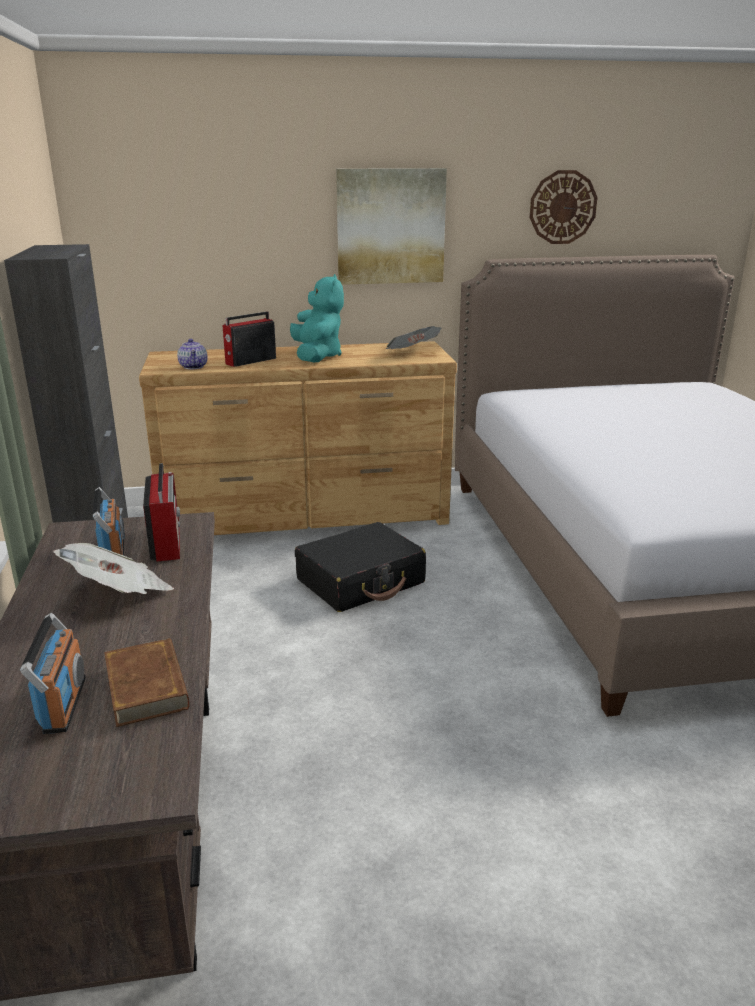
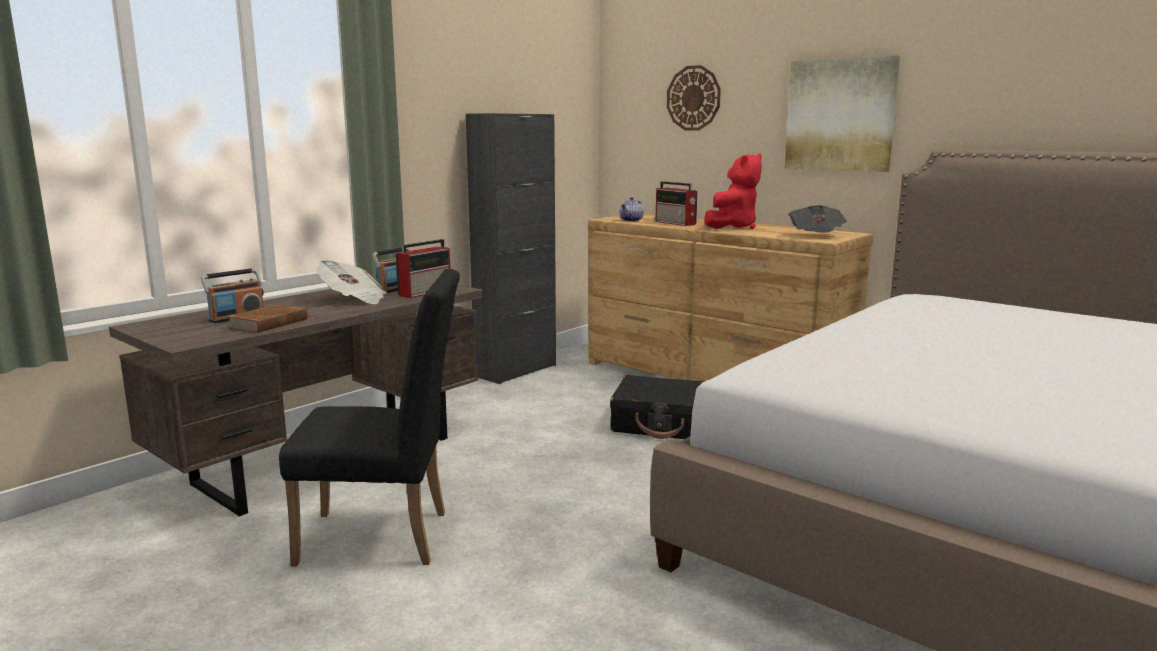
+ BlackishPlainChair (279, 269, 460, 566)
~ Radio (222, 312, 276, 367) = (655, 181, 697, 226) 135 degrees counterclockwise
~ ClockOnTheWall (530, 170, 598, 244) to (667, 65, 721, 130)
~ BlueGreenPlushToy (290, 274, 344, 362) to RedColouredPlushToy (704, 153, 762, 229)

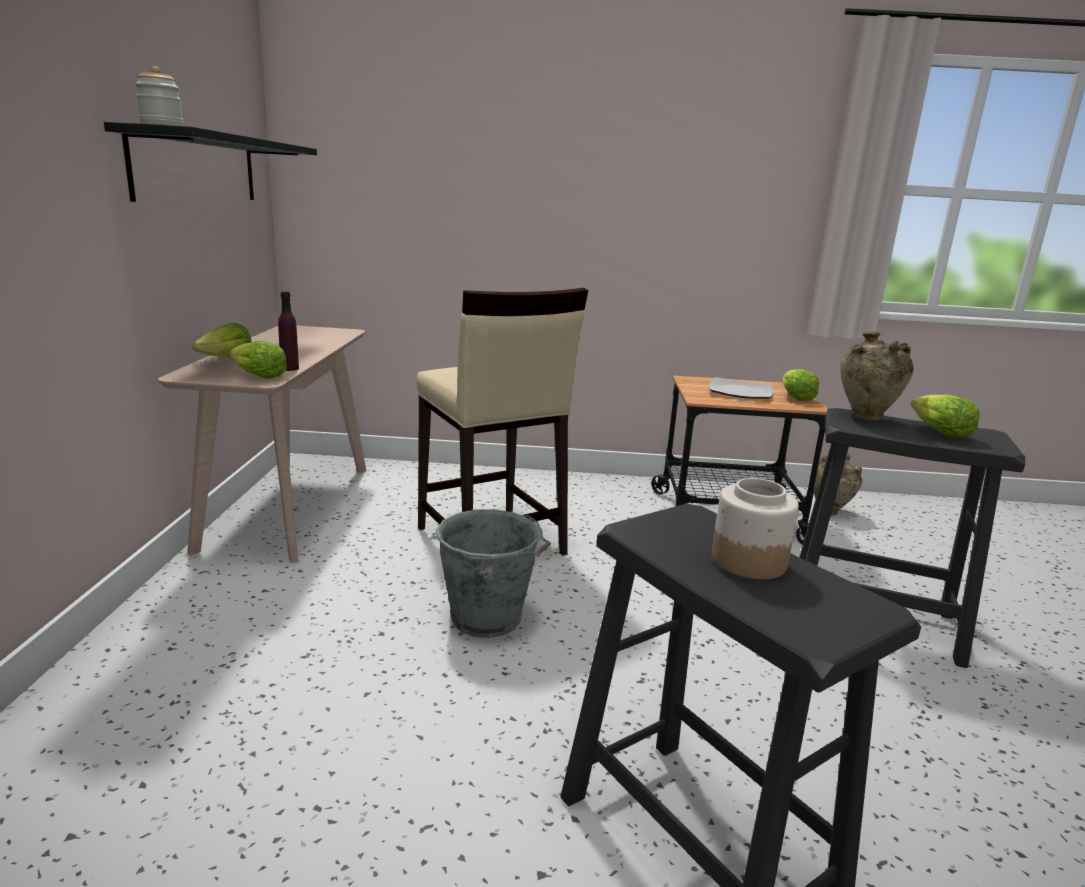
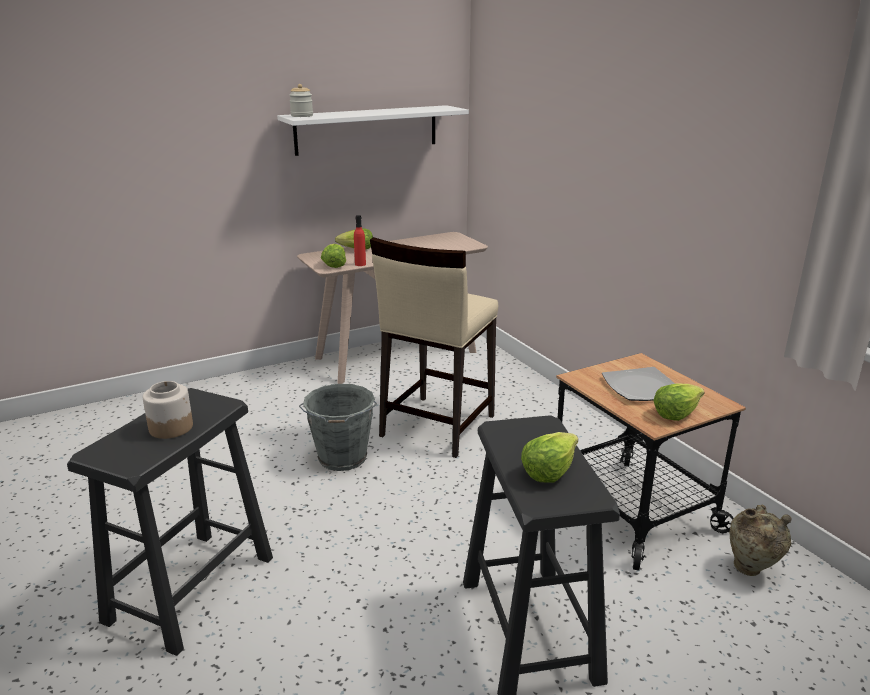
~ BlackishBracketShelf (104, 122, 317, 202) to WhiteColouredBracketShelf (277, 105, 469, 156)
~ PurpleColouredDrinkBottle (278, 291, 299, 371) to RedColouredDrinkBottle (354, 215, 366, 266)
- BeigeDecorativeVase (840, 332, 914, 421)

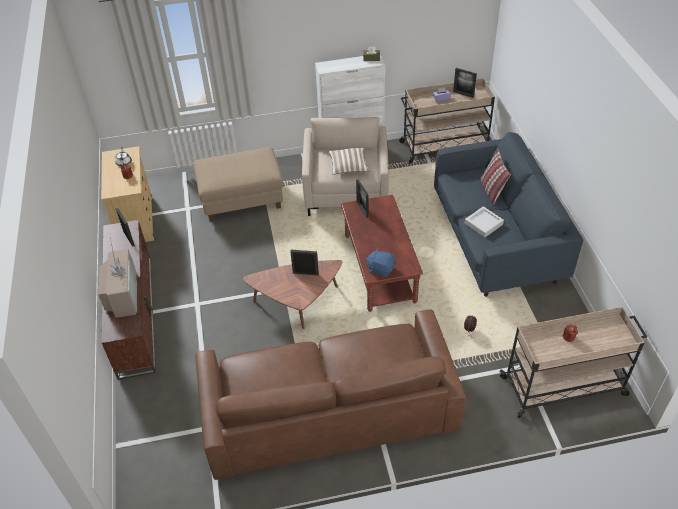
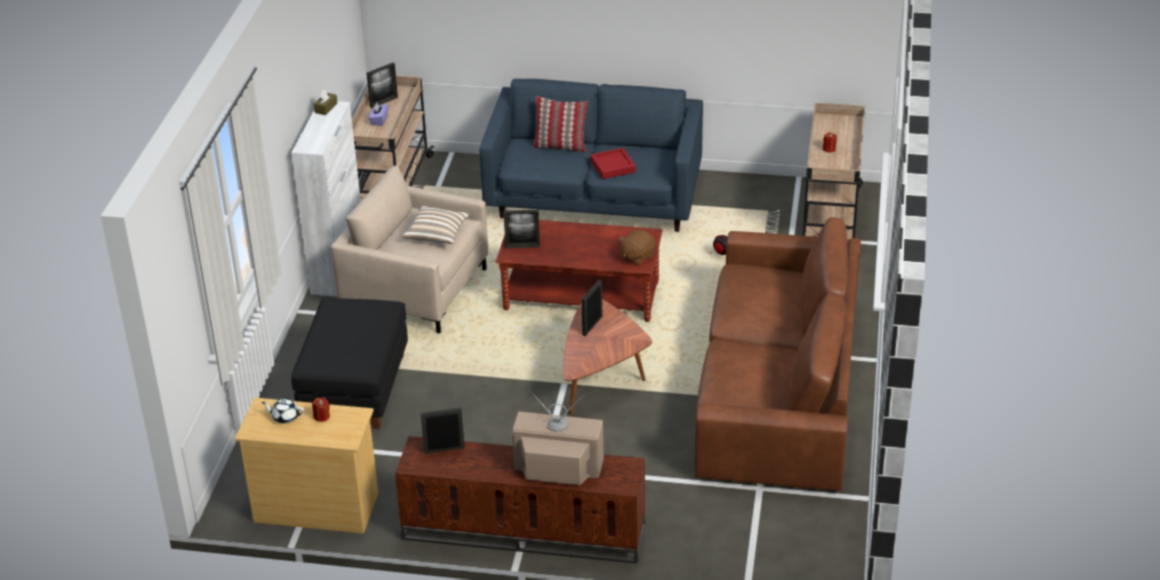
~ BeigeFootrest (194, 147, 283, 222) to BlackishFootrest (291, 298, 408, 429)
~ GreyishServingTray (465, 206, 504, 237) to RedColouredServingTray (590, 148, 636, 179)
~ BluePlushToy (366, 248, 395, 277) to BrownPlushToy (619, 230, 656, 265)

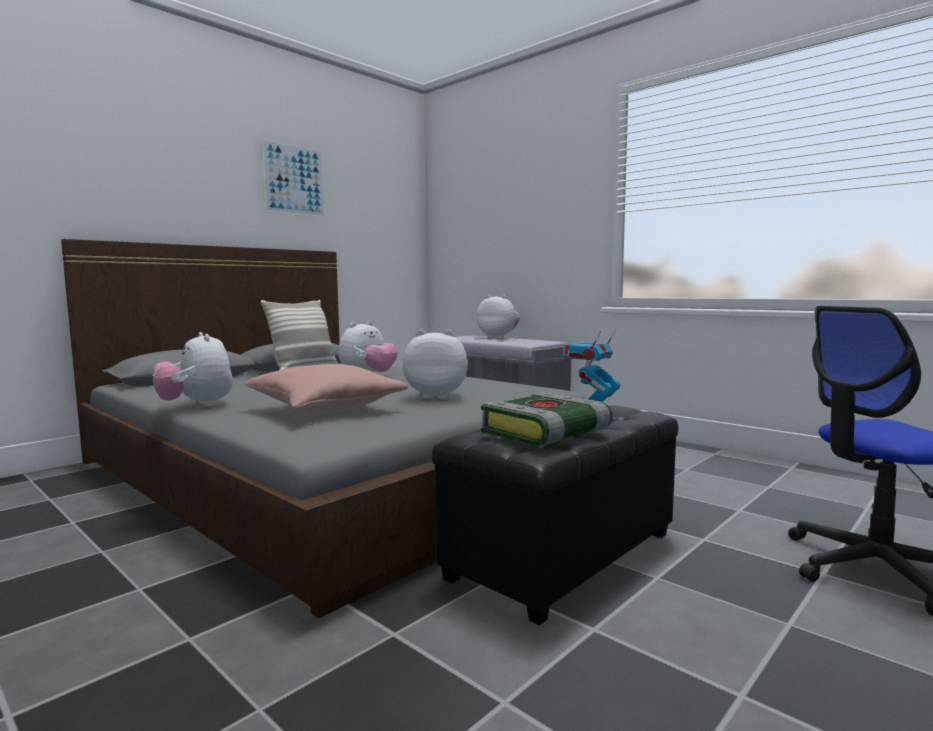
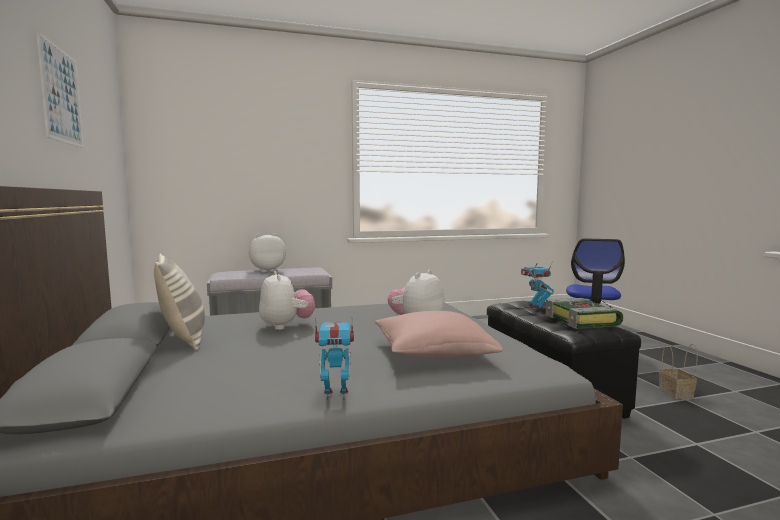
~ PlushToy (153, 332, 233, 407) to RobotFigure (315, 317, 354, 401)
+ StorageBasket (659, 344, 698, 399)

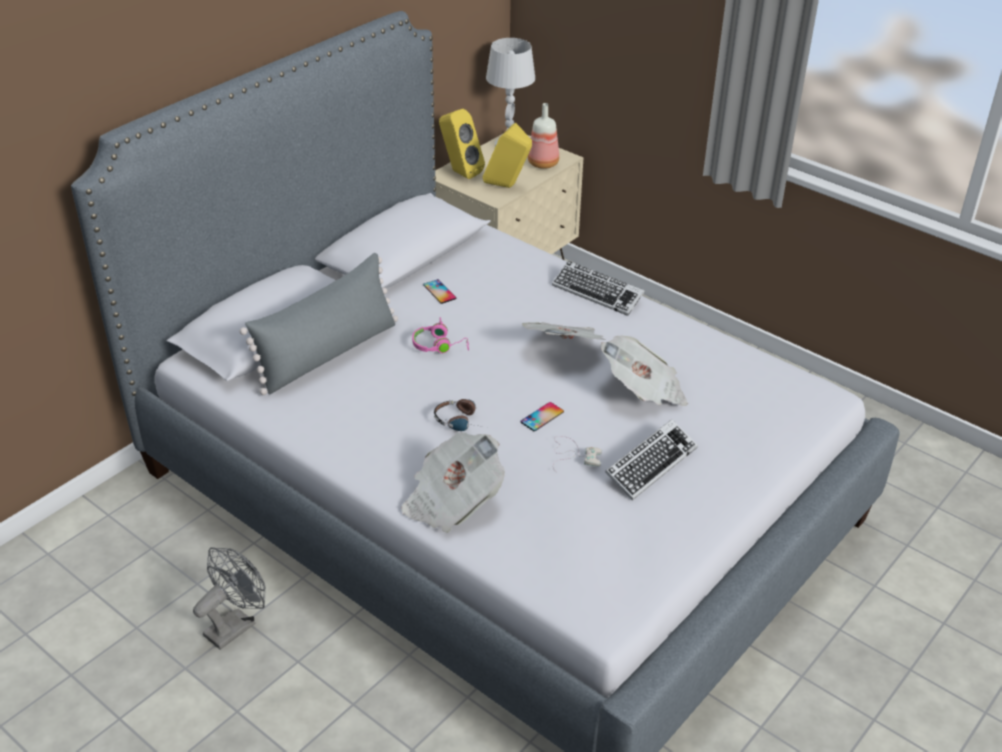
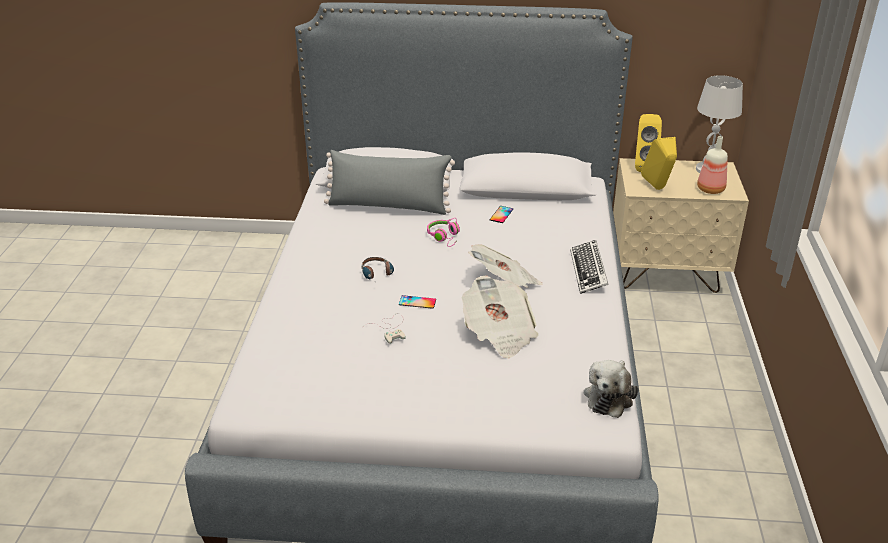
+ PlushToy (584, 360, 639, 418)
- GreyishCoolingFan (193, 547, 265, 650)
- Newspaper (402, 432, 505, 533)
- ComputerKeyboard (605, 419, 698, 500)

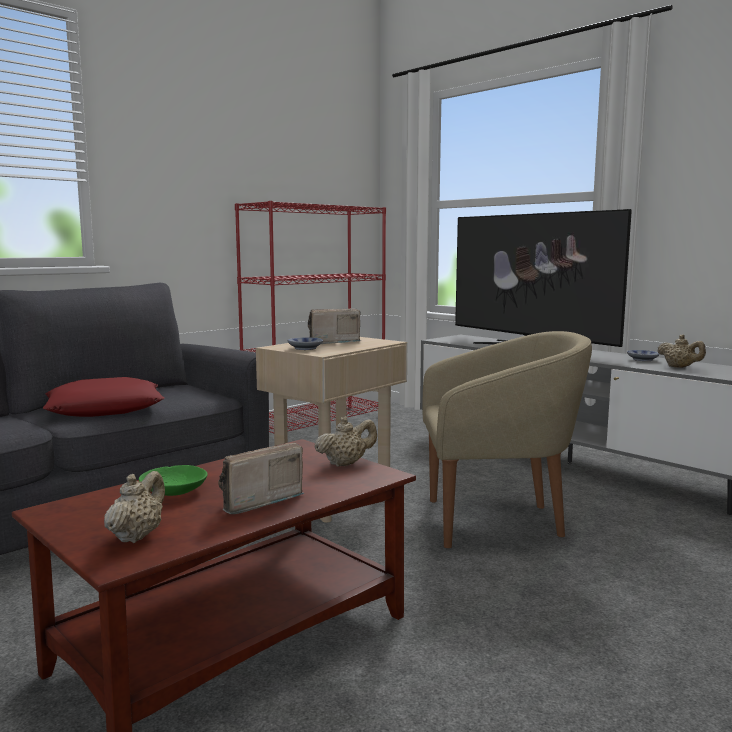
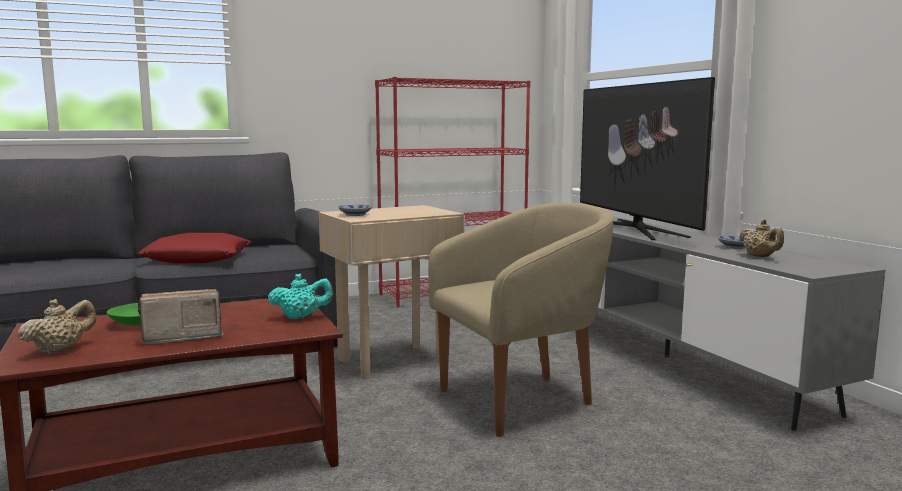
~ BeigeTeaPot (314, 416, 377, 467) to BlueGreenTeaPot (268, 274, 333, 319)
~ BeigeLoungeChair (422, 331, 592, 548) = (428, 203, 614, 437) 45 degrees counterclockwise
- Radio (308, 308, 361, 344)

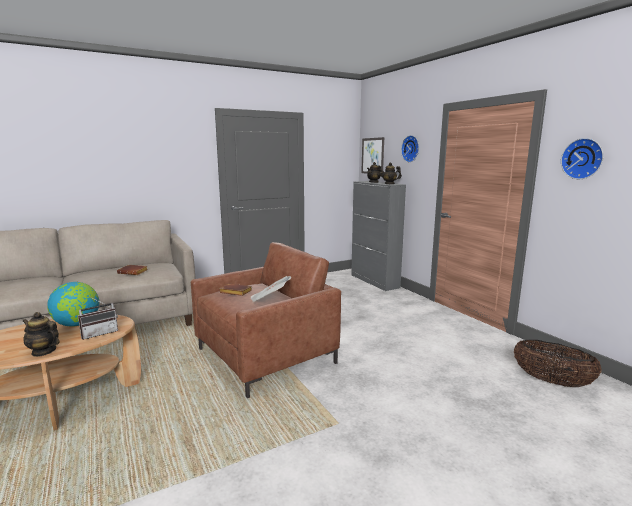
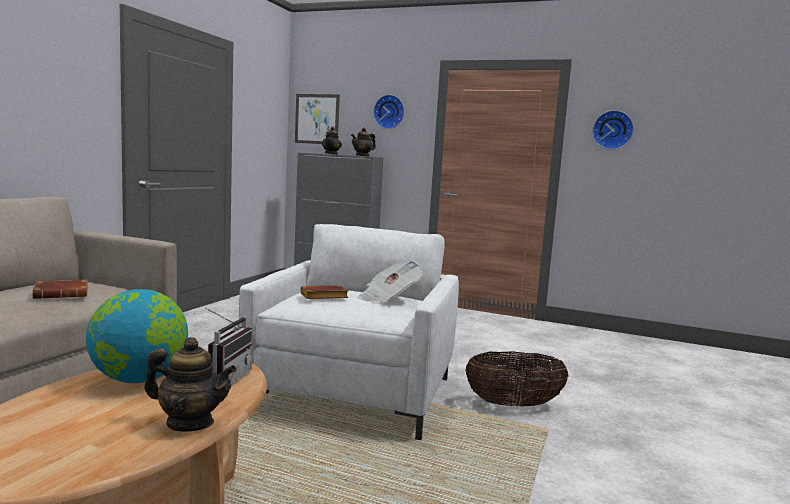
~ TeaPot (22, 312, 60, 357) = (144, 337, 237, 432) 150 degrees counterclockwise
~ BrownLoungeChair (191, 242, 341, 398) to WhiteColouredLoungeChair (238, 224, 459, 440)
~ StorageBasket (514, 340, 602, 387) to (465, 351, 569, 407)

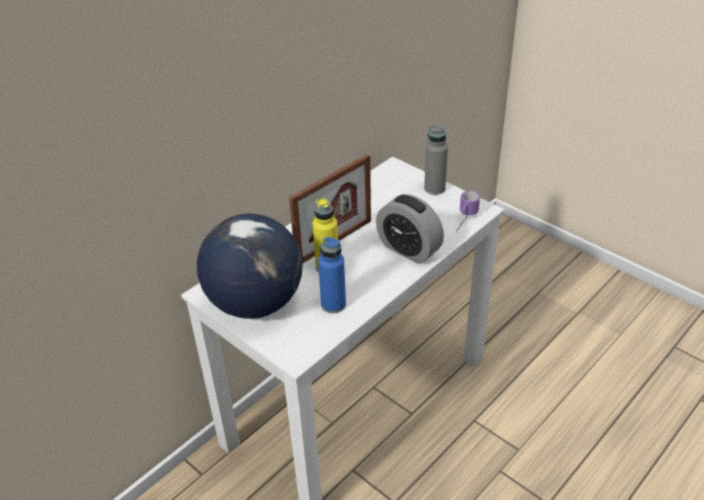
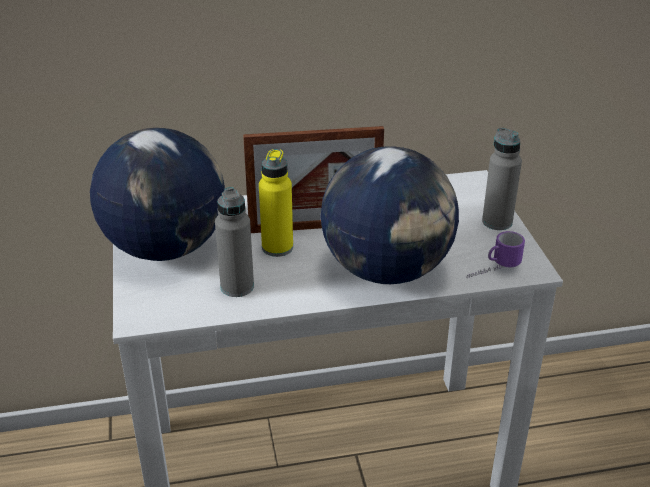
~ BlueDrinkBottle (318, 237, 346, 313) to GreyishDrinkBottle (215, 187, 254, 297)
~ TableClock (376, 194, 444, 264) to WorldGlobe (321, 146, 459, 284)

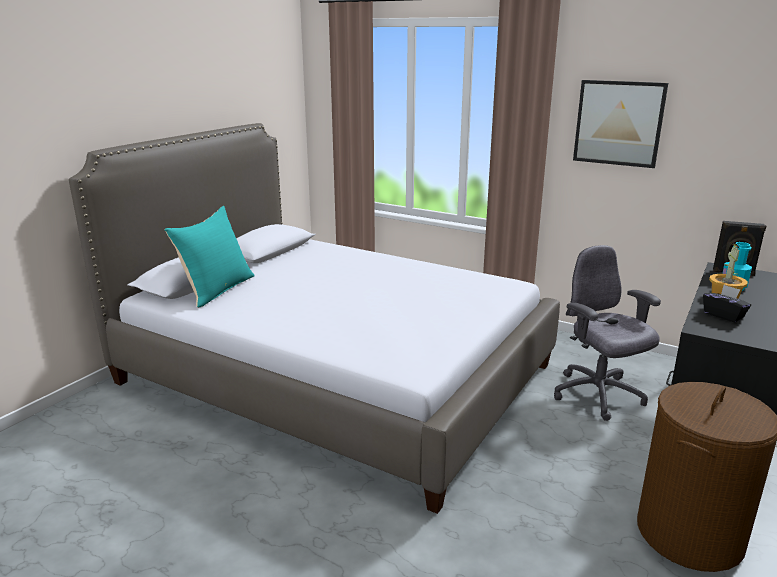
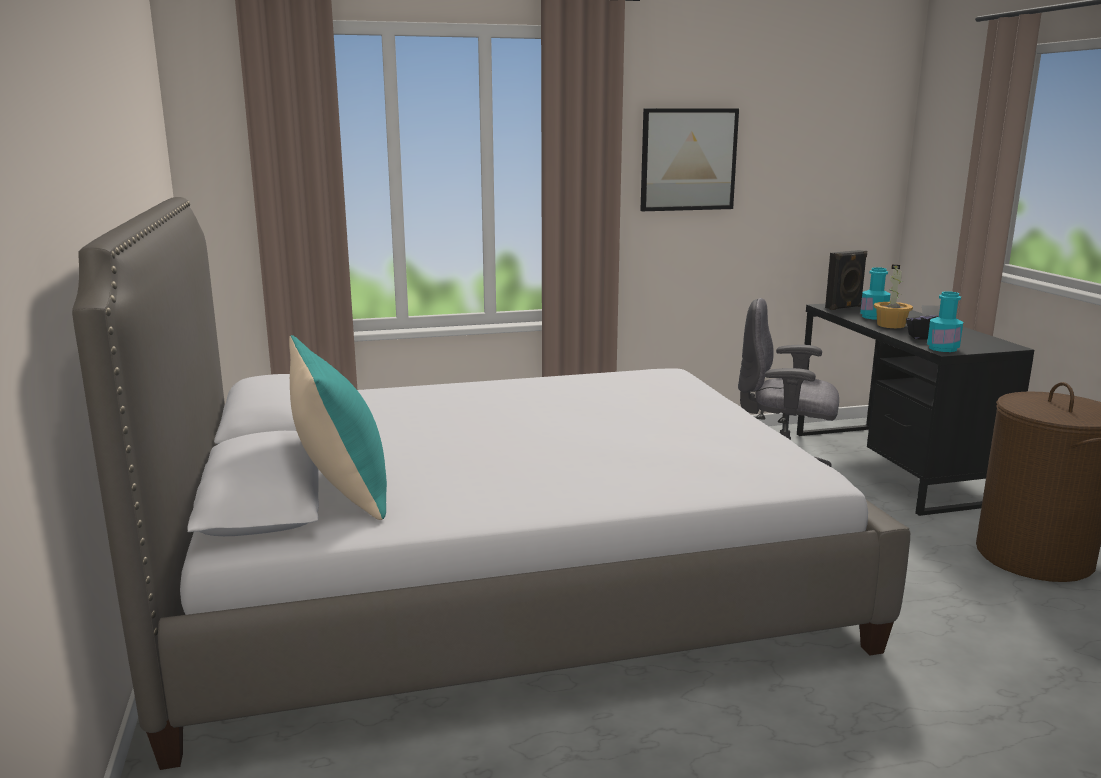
+ BlueGreenDrinkBottle (927, 291, 963, 352)

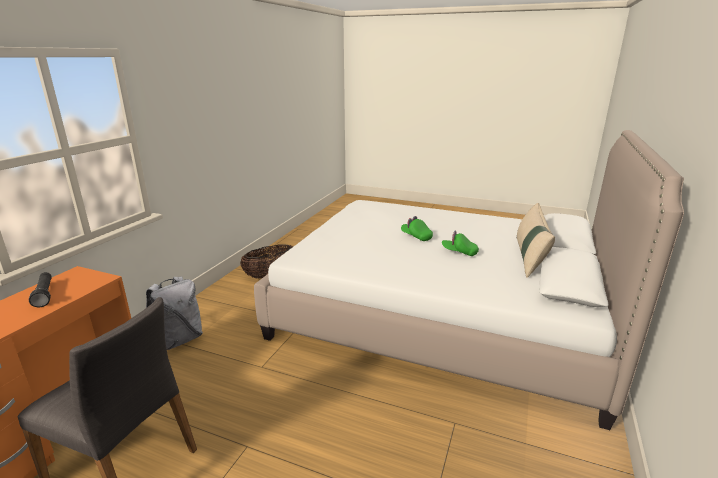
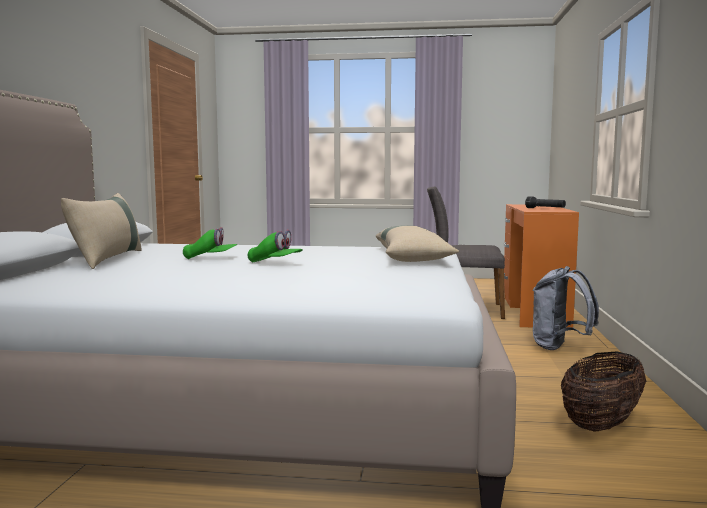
+ BeigeThrowPillow (376, 226, 459, 262)

